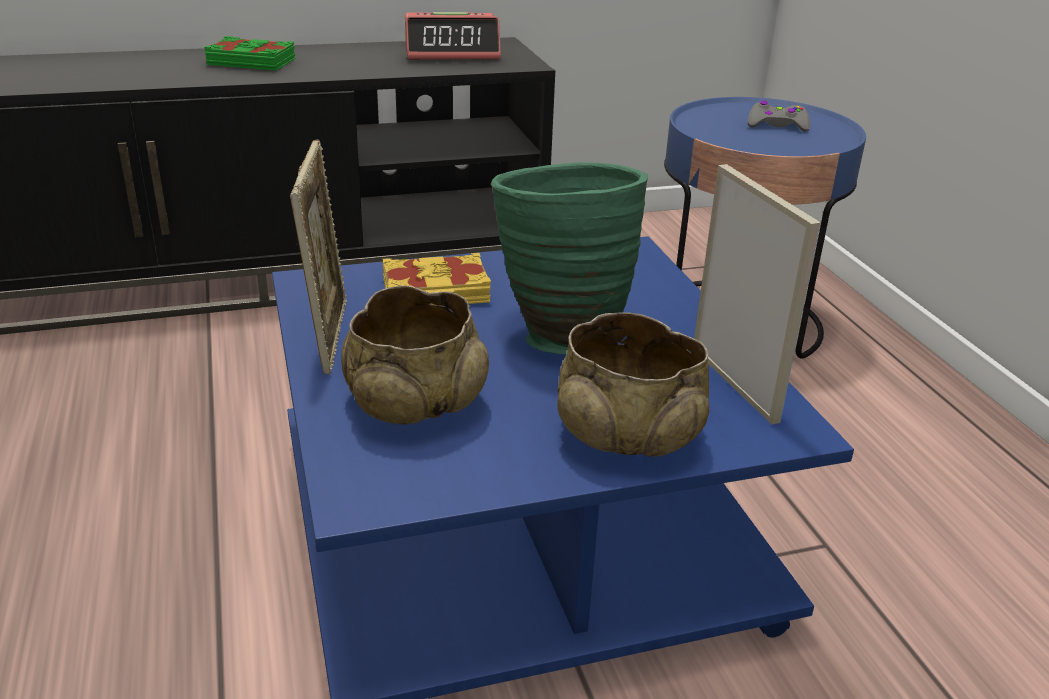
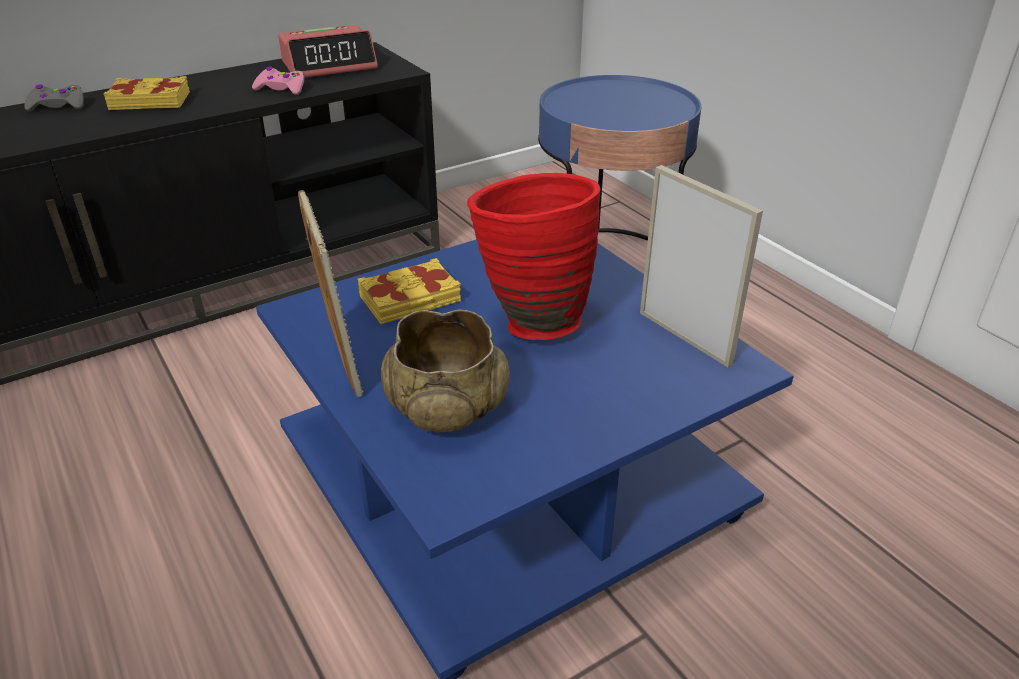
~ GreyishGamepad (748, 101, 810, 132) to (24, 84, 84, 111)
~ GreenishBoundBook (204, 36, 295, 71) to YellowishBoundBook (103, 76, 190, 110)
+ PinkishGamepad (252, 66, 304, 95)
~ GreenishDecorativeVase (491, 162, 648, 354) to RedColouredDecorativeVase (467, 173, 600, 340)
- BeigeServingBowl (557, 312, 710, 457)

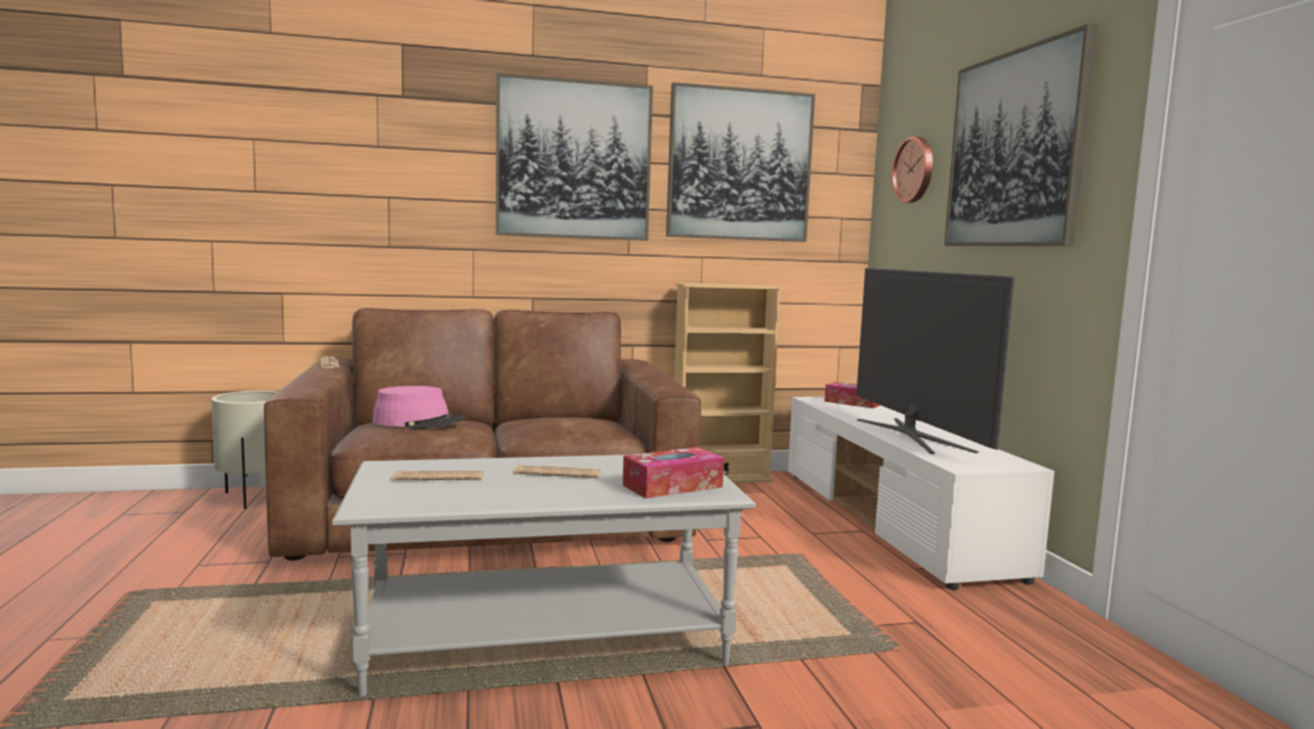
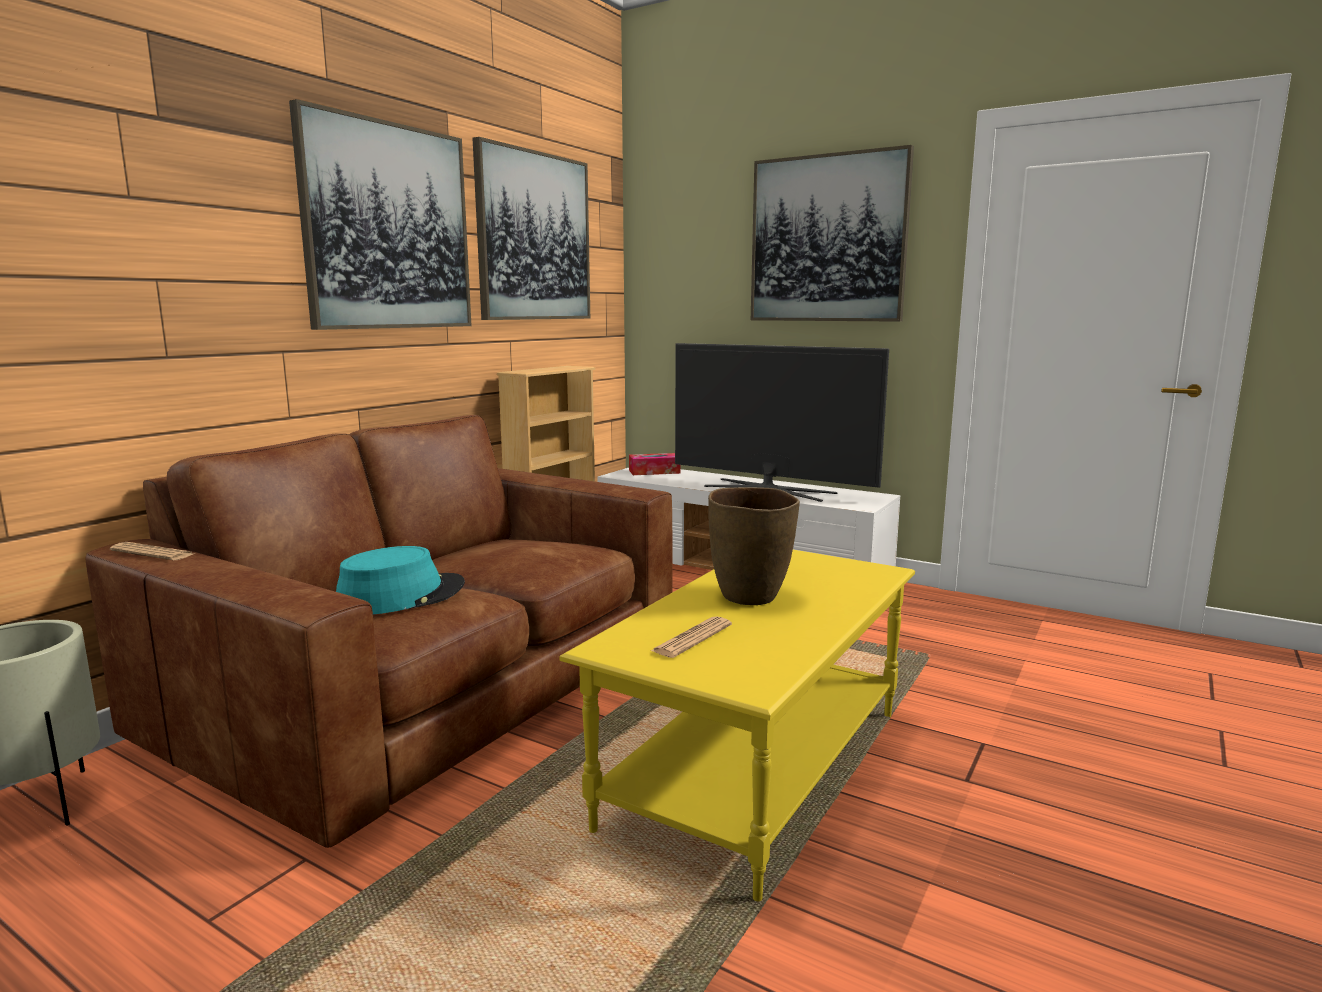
~ PinkishHat (372, 386, 466, 429) to BlueGreenHat (336, 546, 465, 614)
~ GreyishLoungeTable (332, 455, 756, 697) to YellowishLoungeTable (560, 550, 915, 902)
~ Newspaper (515, 465, 600, 478) to BrownDecorativeVase (708, 487, 800, 605)
- BoxOfTissues (623, 447, 724, 498)
- ClockOnTheWall (891, 136, 933, 203)

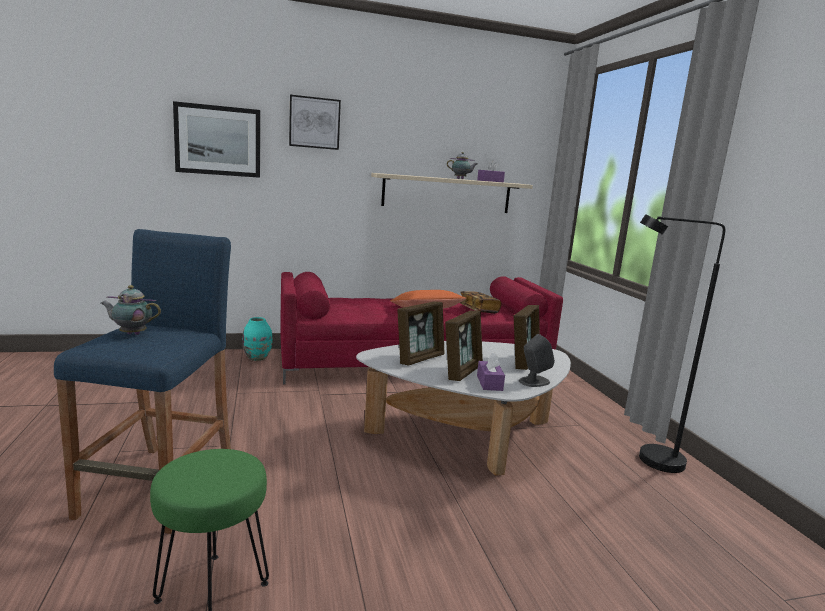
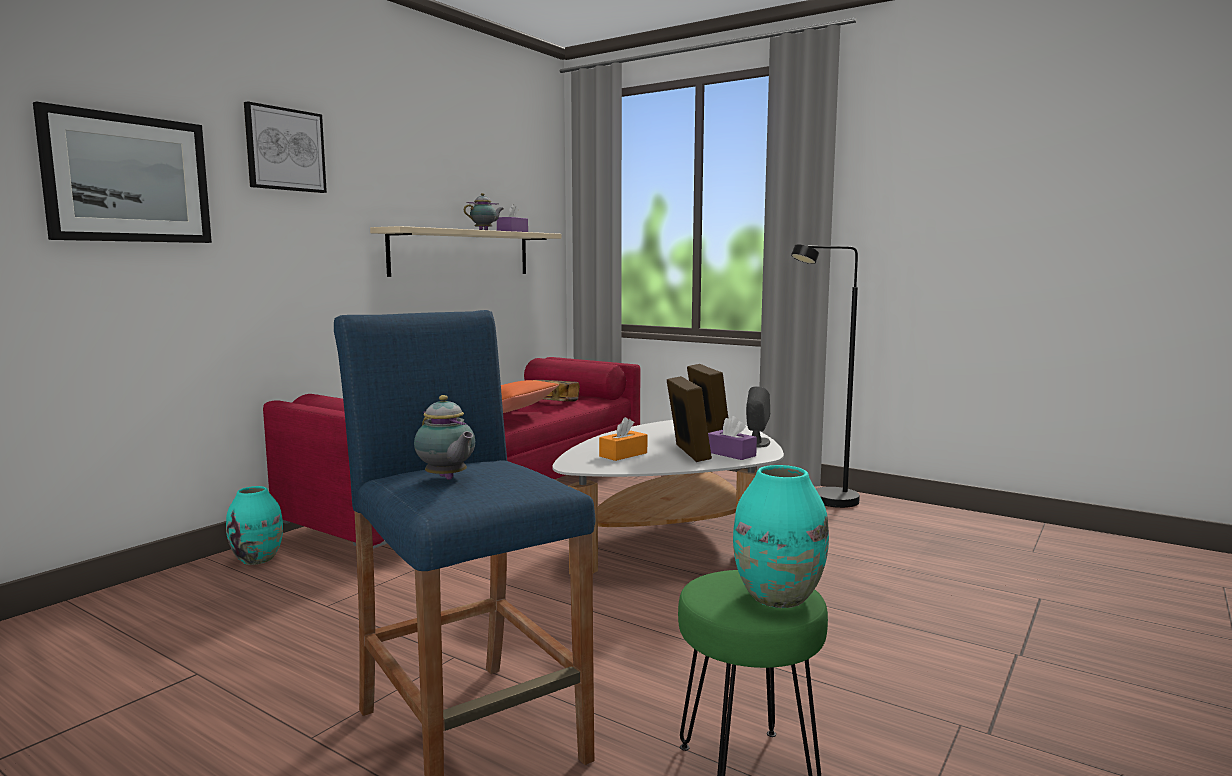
~ TeaPot (101, 285, 161, 335) = (414, 395, 475, 480) 90 degrees counterclockwise
~ PhotoFrame (398, 301, 445, 365) to OrangeBoxOfTissues (599, 417, 647, 461)
+ BlueGreenDecorativeVase (733, 465, 829, 608)

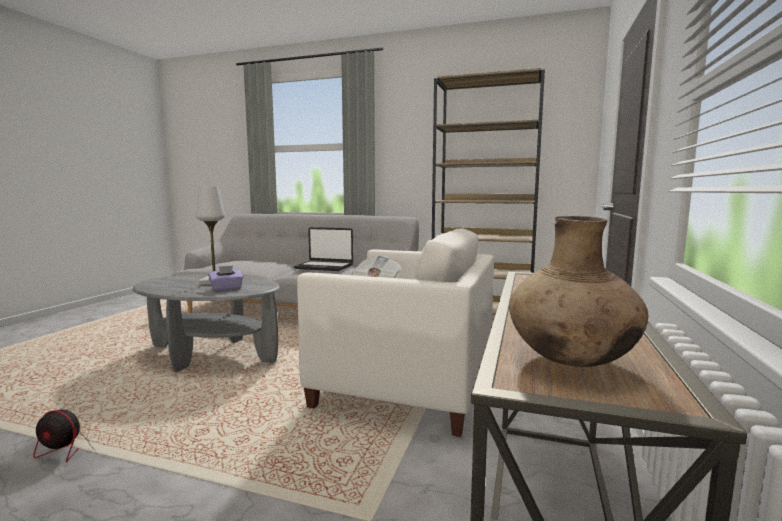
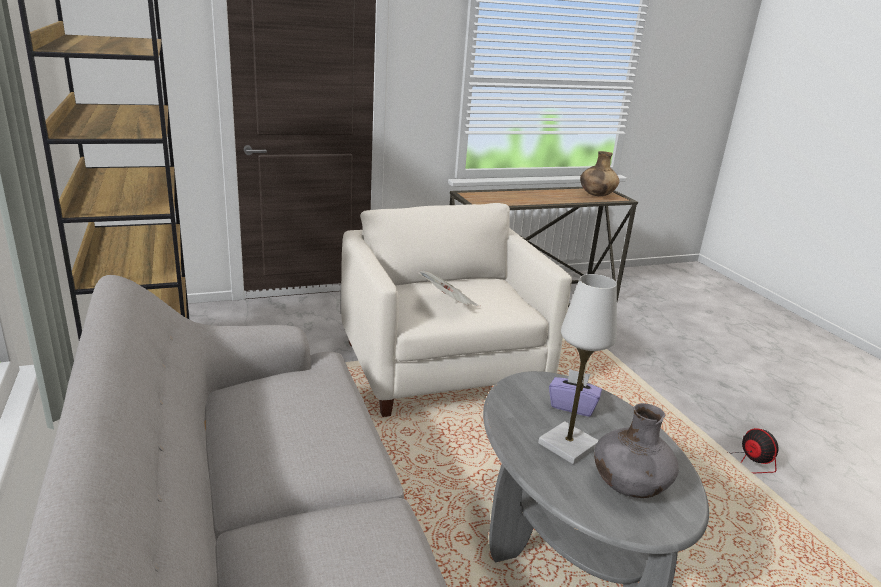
+ GreyishDecorativeVase (594, 403, 679, 498)
- PortableComputer (294, 227, 353, 271)

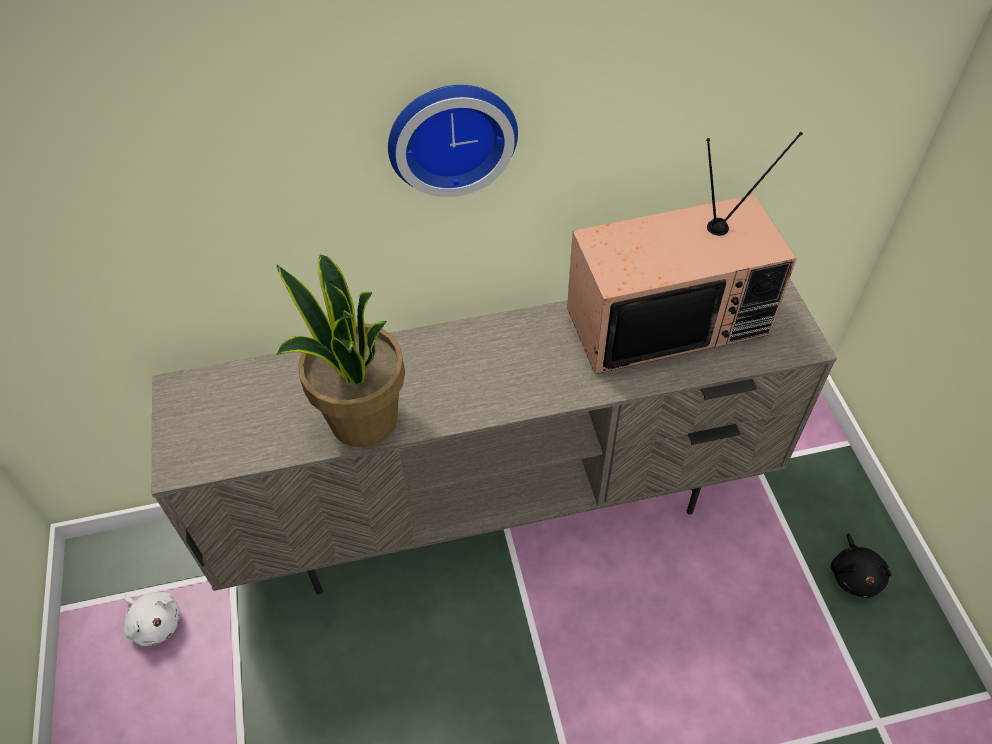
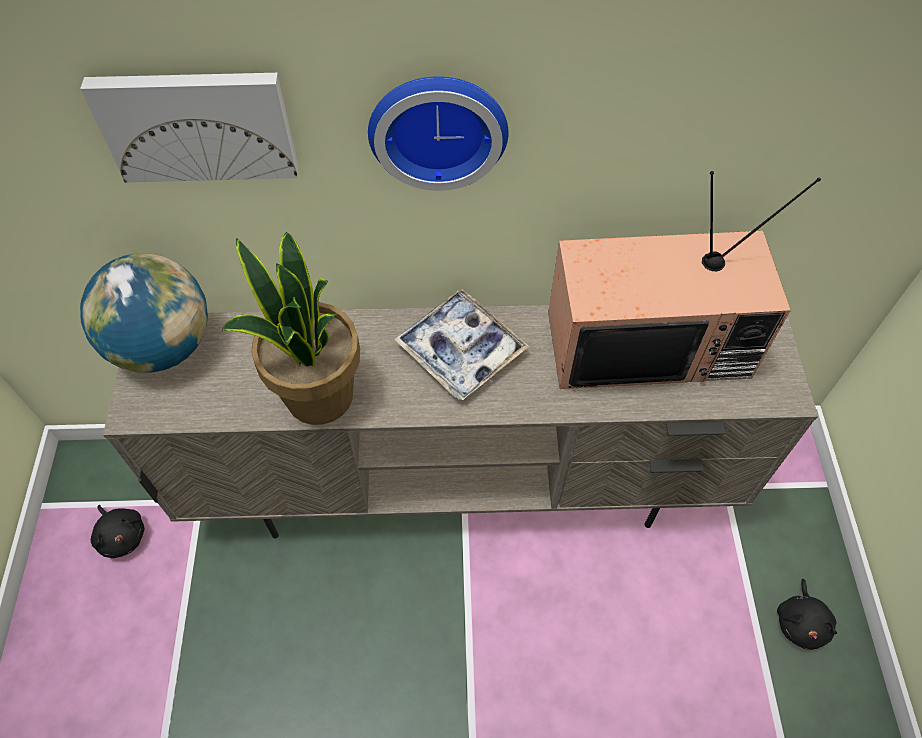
+ WallArt (80, 73, 299, 183)
+ WorldGlobe (80, 253, 208, 372)
~ WhiteColouredPlushToy (124, 592, 180, 646) to BlackishPlushToy (91, 505, 145, 558)
+ ServingTray (394, 289, 529, 400)

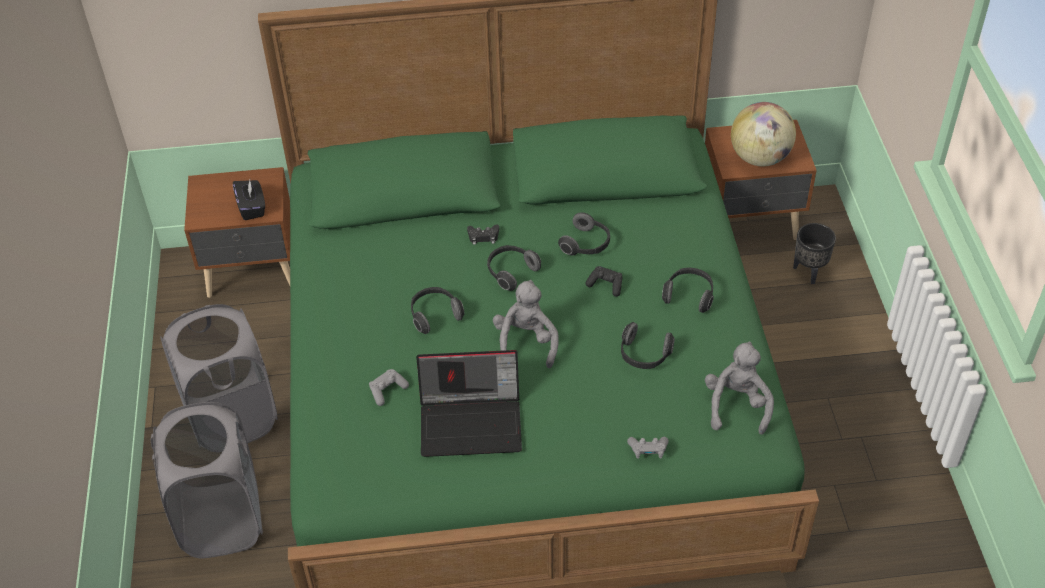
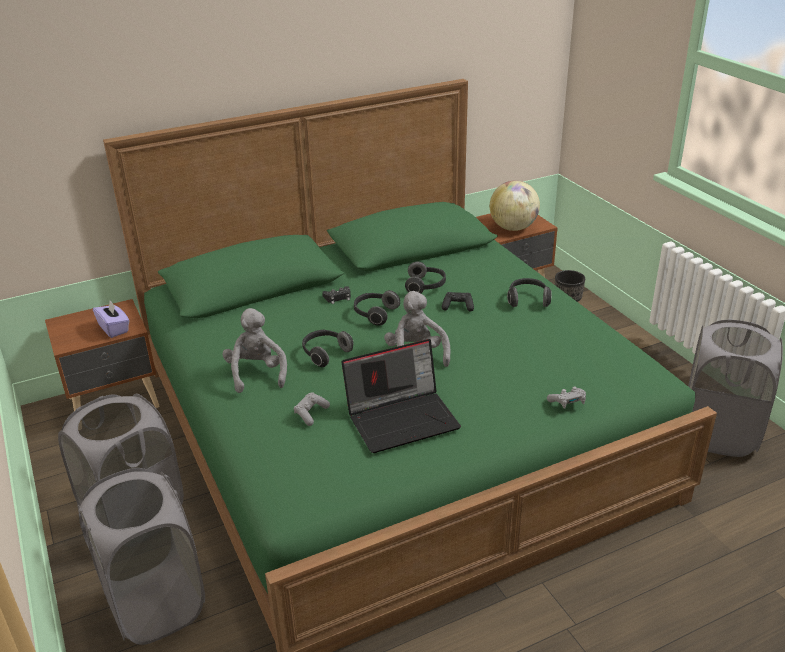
~ BlackishBoxOfTissues (233, 180, 265, 220) to PurpleColouredBoxOfTissues (93, 301, 129, 338)
~ GreyishPlushToy (705, 341, 774, 435) to (223, 308, 287, 393)
+ GreyishLaundryBasket (688, 319, 783, 457)
- Headset (621, 322, 675, 369)

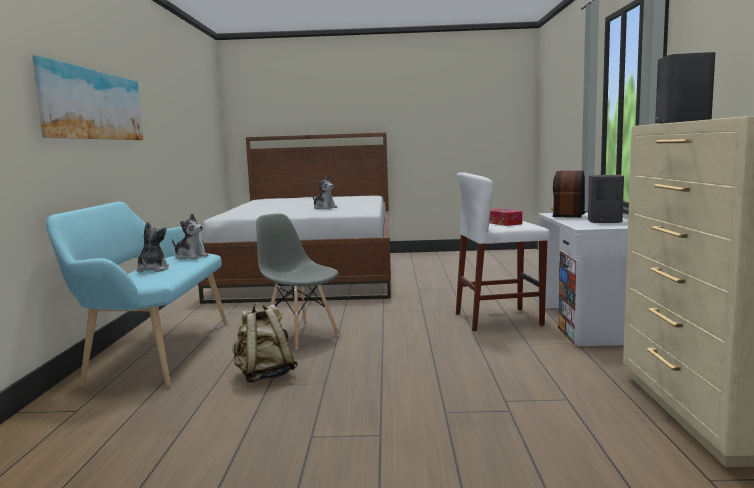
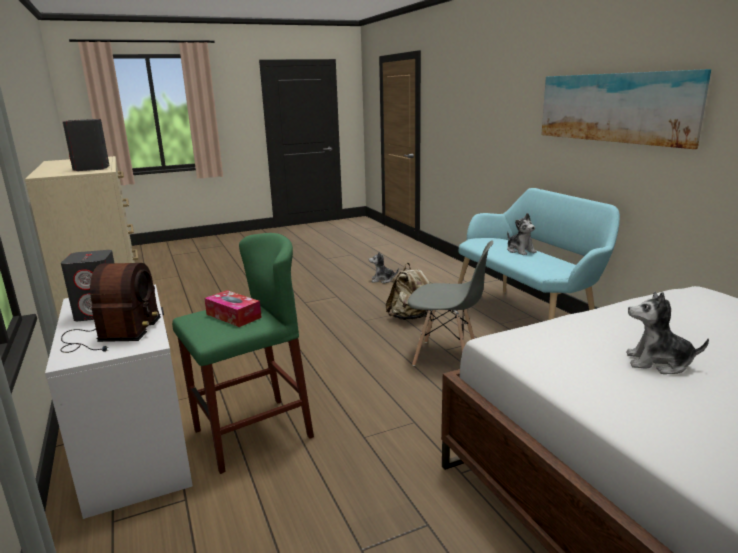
~ WhiteColouredSittingStool (456, 172, 550, 331) to GreenishSittingStool (172, 233, 314, 474)
~ PlushToy (172, 214, 209, 259) to (369, 252, 399, 283)

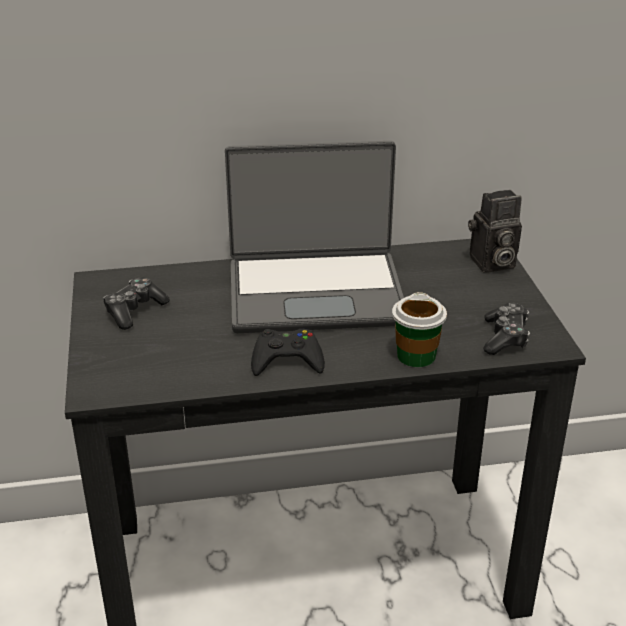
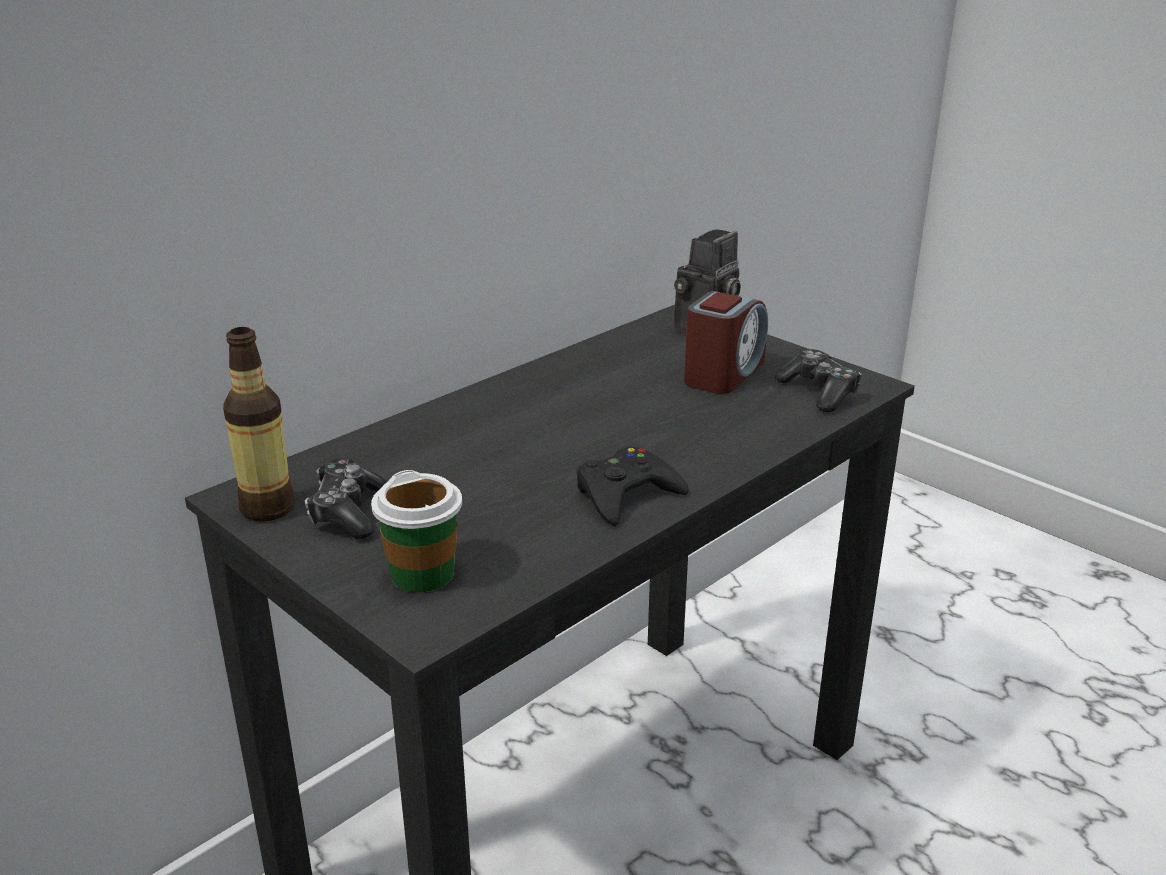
+ DrinkBottle (223, 327, 295, 522)
~ SmallCup (392, 292, 447, 367) to (371, 470, 462, 592)
+ TableClock (684, 291, 768, 394)
- PortableComputer (225, 141, 404, 333)

